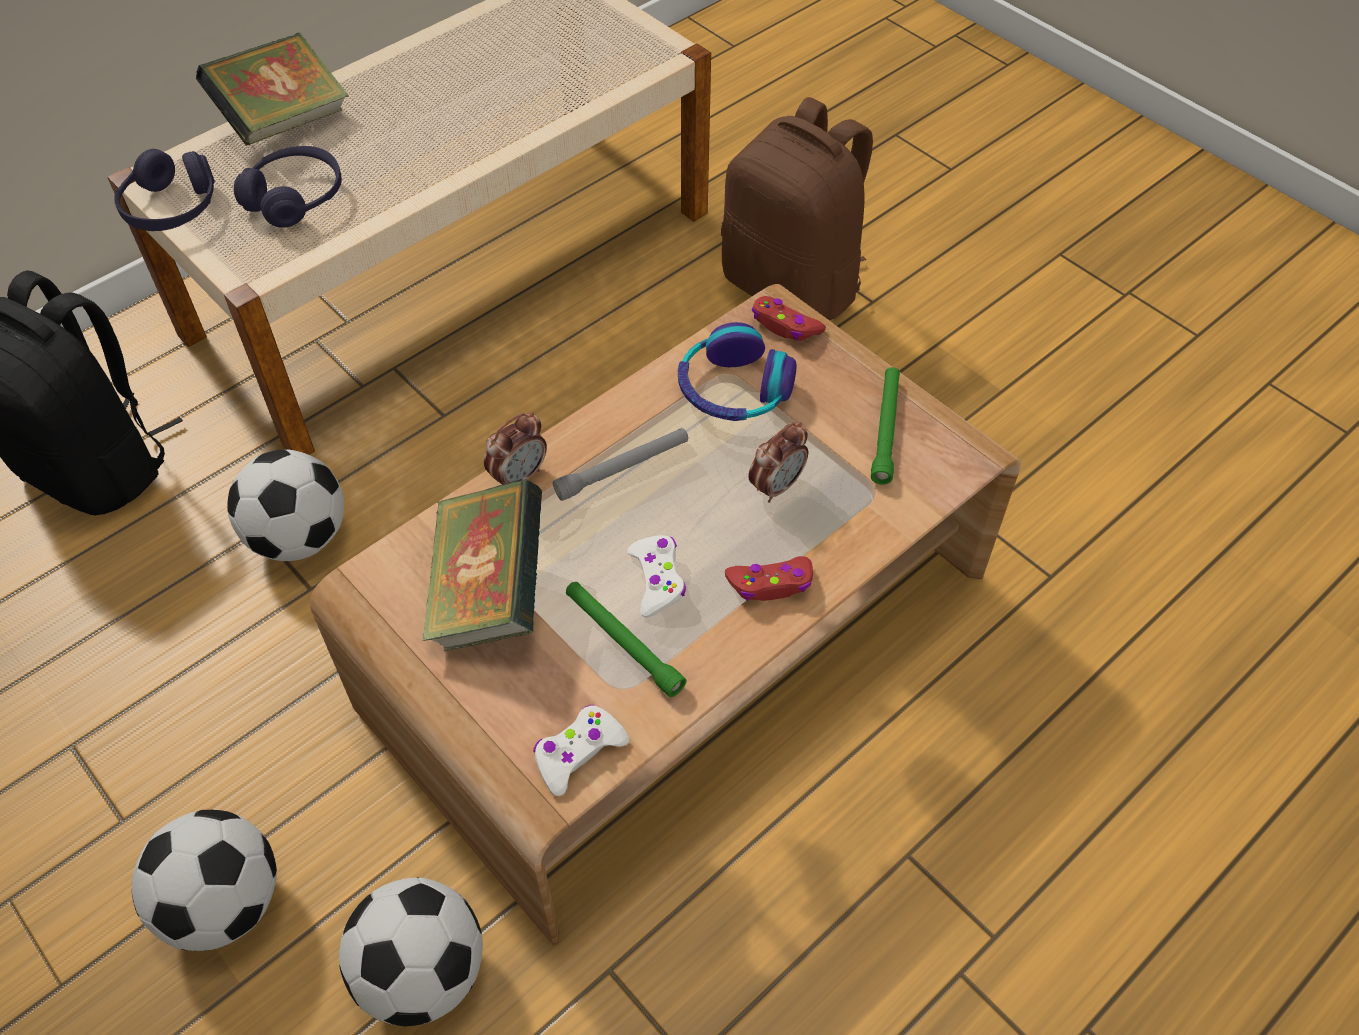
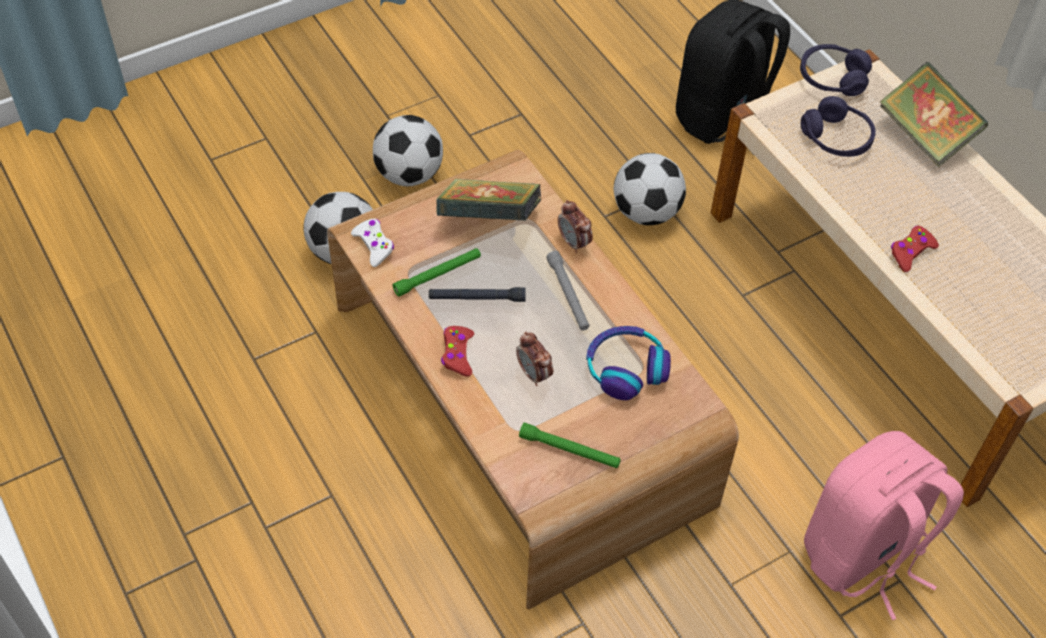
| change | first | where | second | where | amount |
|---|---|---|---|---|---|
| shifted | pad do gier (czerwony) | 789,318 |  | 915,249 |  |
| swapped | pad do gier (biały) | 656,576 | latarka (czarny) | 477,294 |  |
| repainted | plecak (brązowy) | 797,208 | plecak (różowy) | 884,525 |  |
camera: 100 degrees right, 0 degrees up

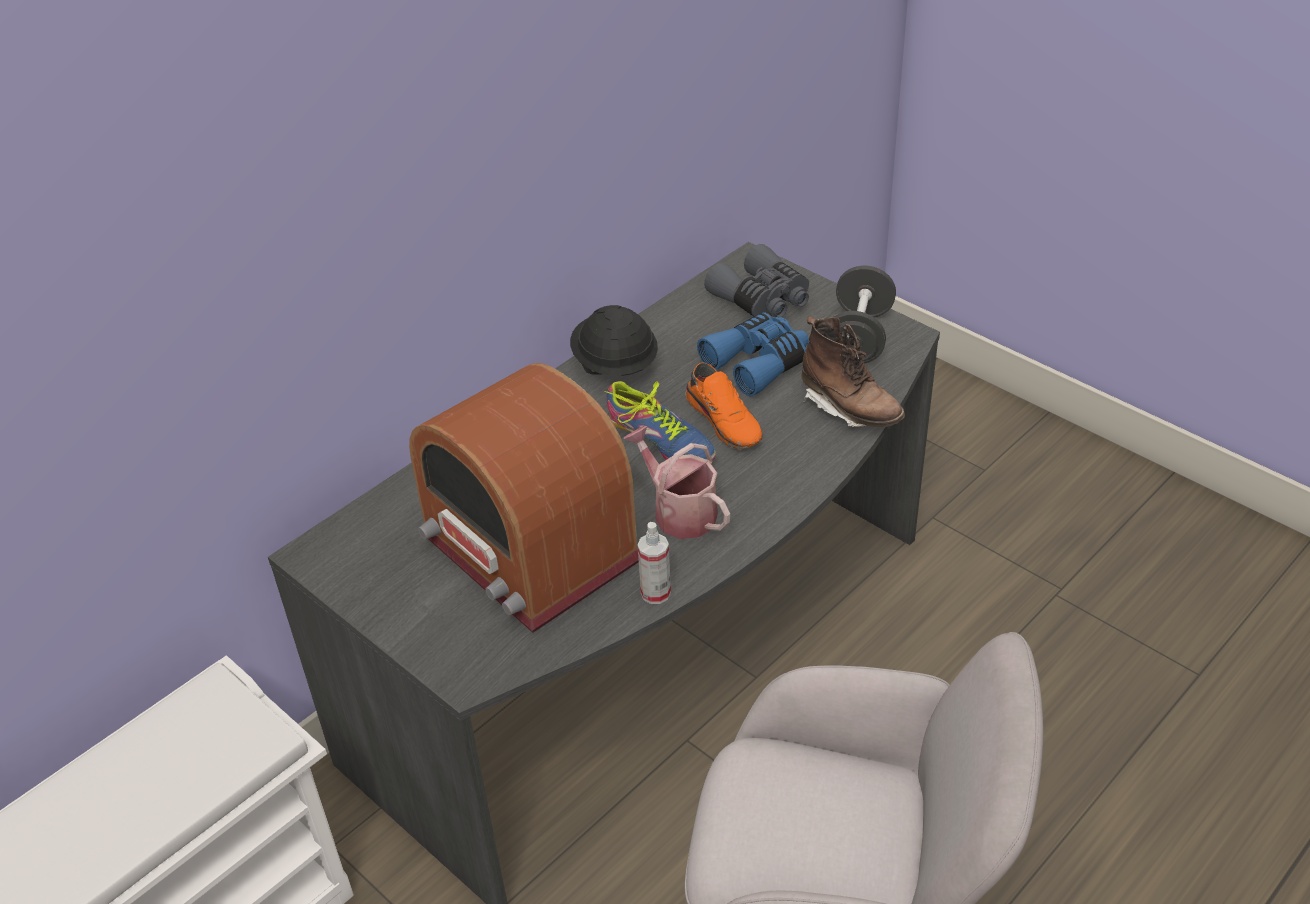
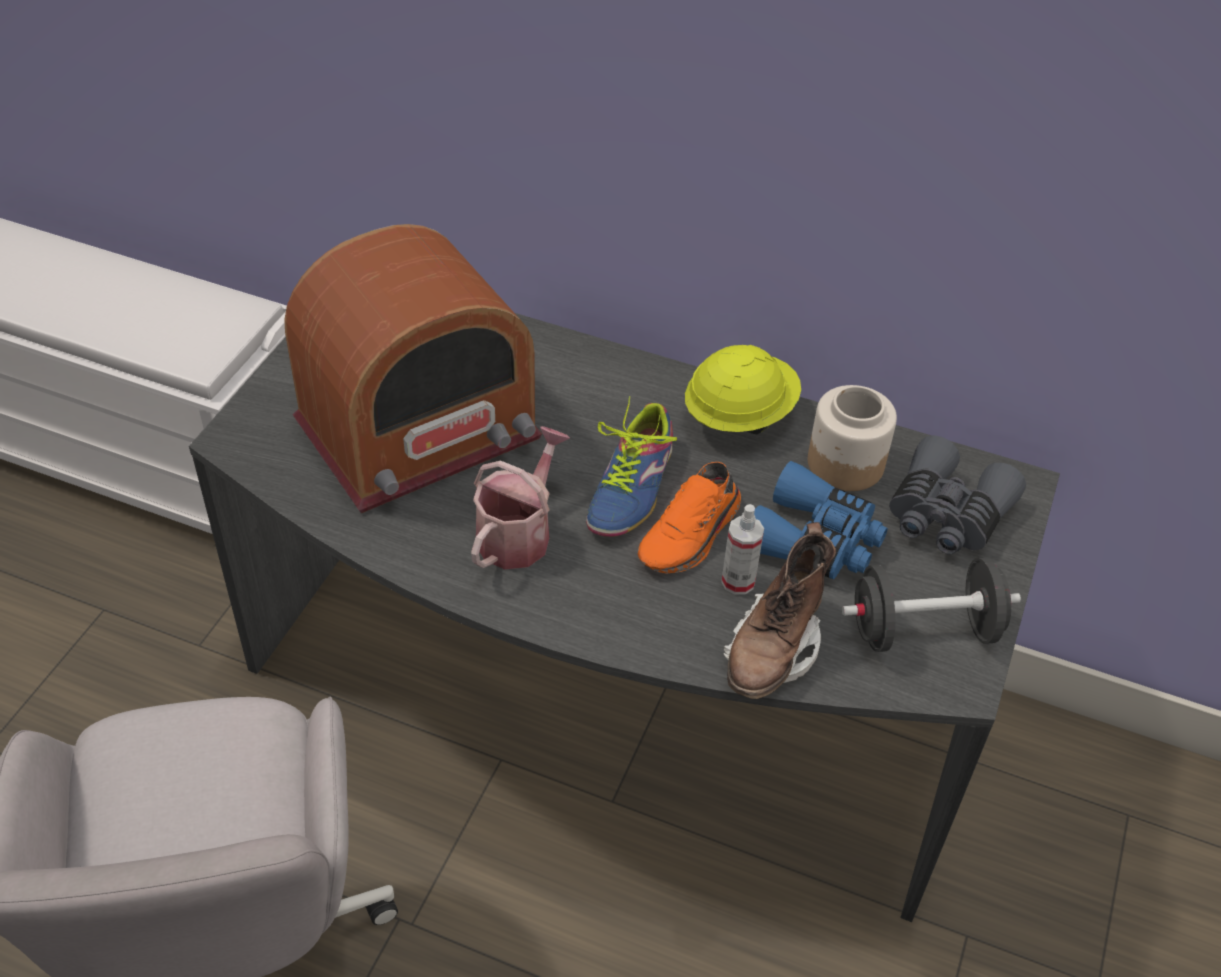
| change | first | where | second | where | amount |
|---|---|---|---|---|---|
| new |  |  | słoik | 852,438 |  |
| shifted | spryskiwacz | 654,563 |  | 742,549 |  |
| repainted | kask (czarny) | 614,340 | kask (żółty) | 743,389 |  |
| rotated | radio | 524,498 |  | 413,368 | 150 degrees counterclockwise |
camera: 65 degrees right, 5 degrees up

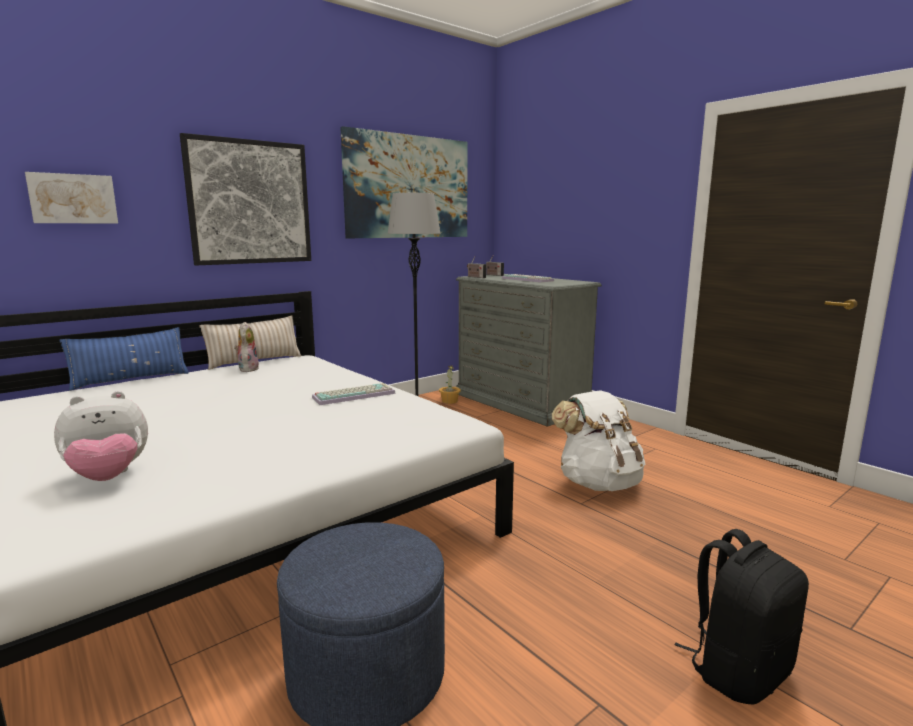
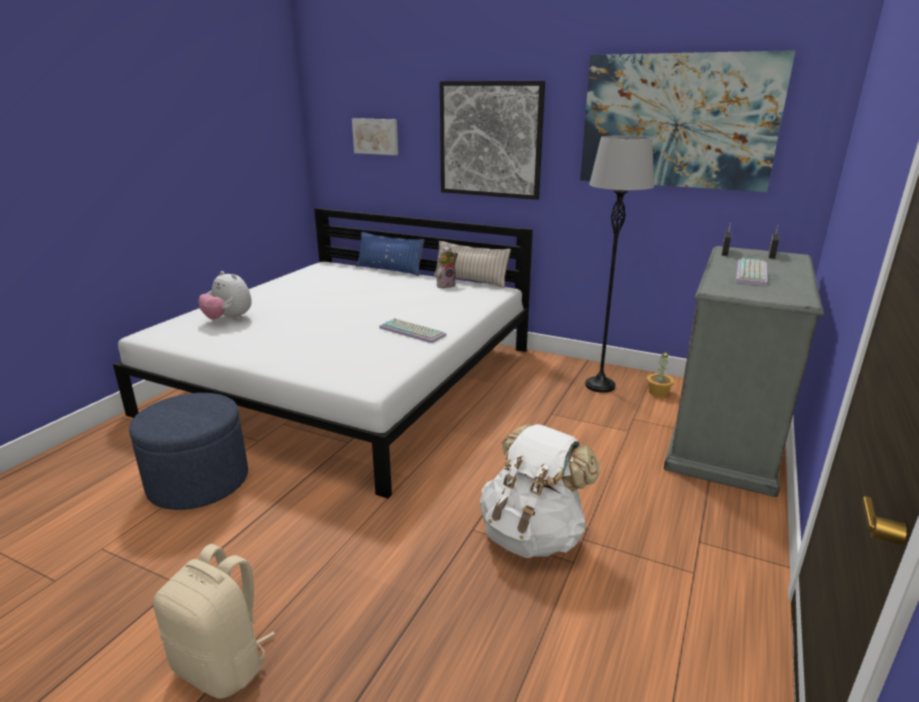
| change | first | where | second | where | amount |
|---|---|---|---|---|---|
| repainted | plecak (czarny) | 742,616 | plecak (beżowy) | 214,621 |  |
camera: 65 degrees right, 10 degrees up

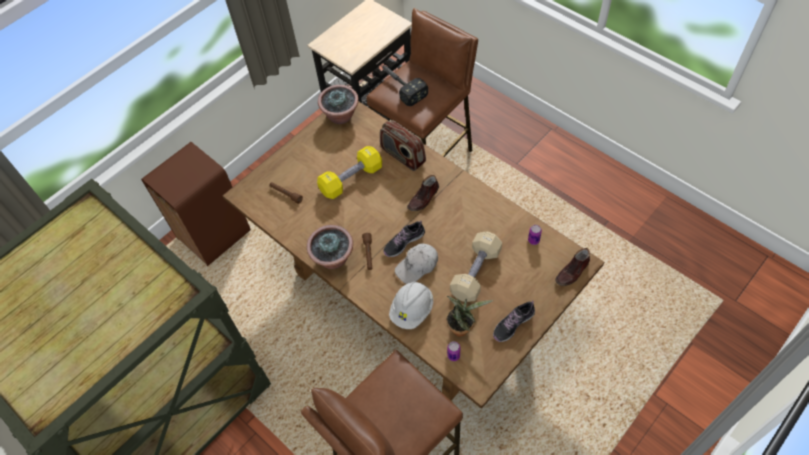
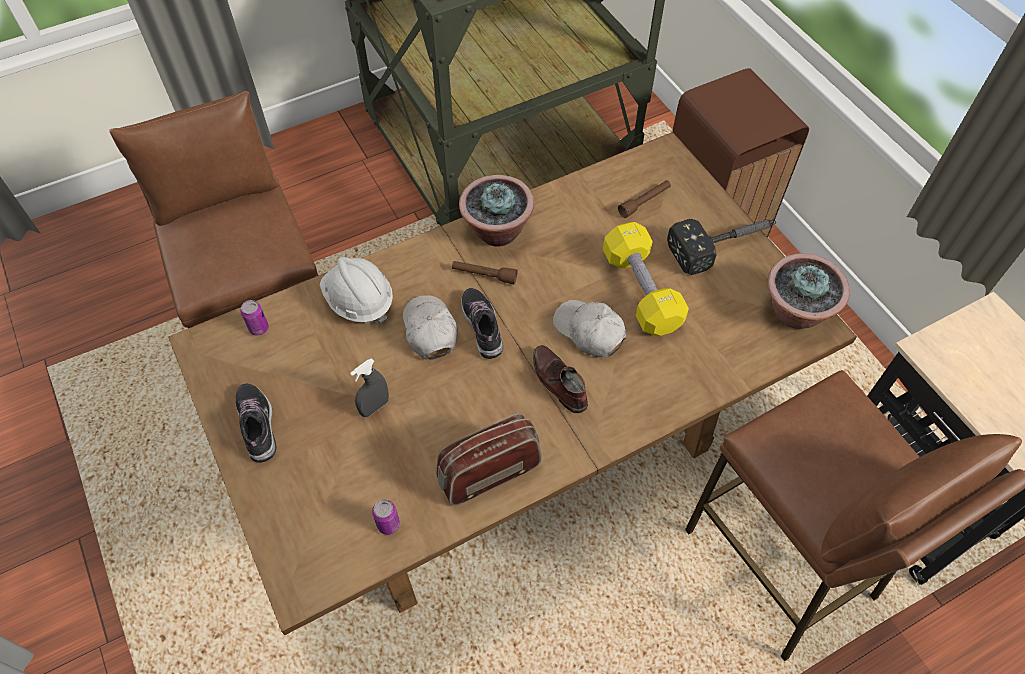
| change | first | where | second | where | amount |
|---|---|---|---|---|---|
| gone | roślina doniczkowa | 470,316 |  |  |  |
| gone | but (brązowy) | 572,267 |  |  |  |
| new |  |  | czapka z daszkiem (biały) | 589,329 |  |
| shifted | radio | 403,145 |  | 489,459 |  |
| shifted | młotek | 404,85 |  | 721,247 |  |
| swapped | hantel (beżowy) | 476,267 | spryskiwacz (szary) | 369,387 |  |
camera: 105 degrees right, 0 degrees up

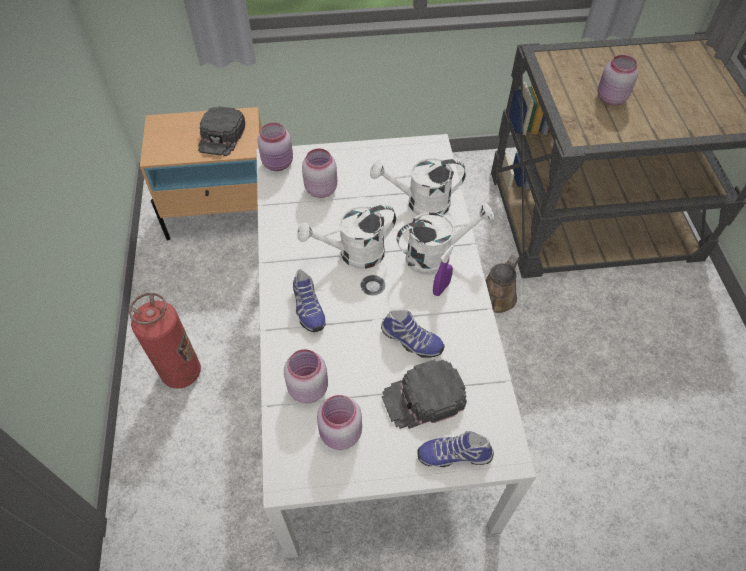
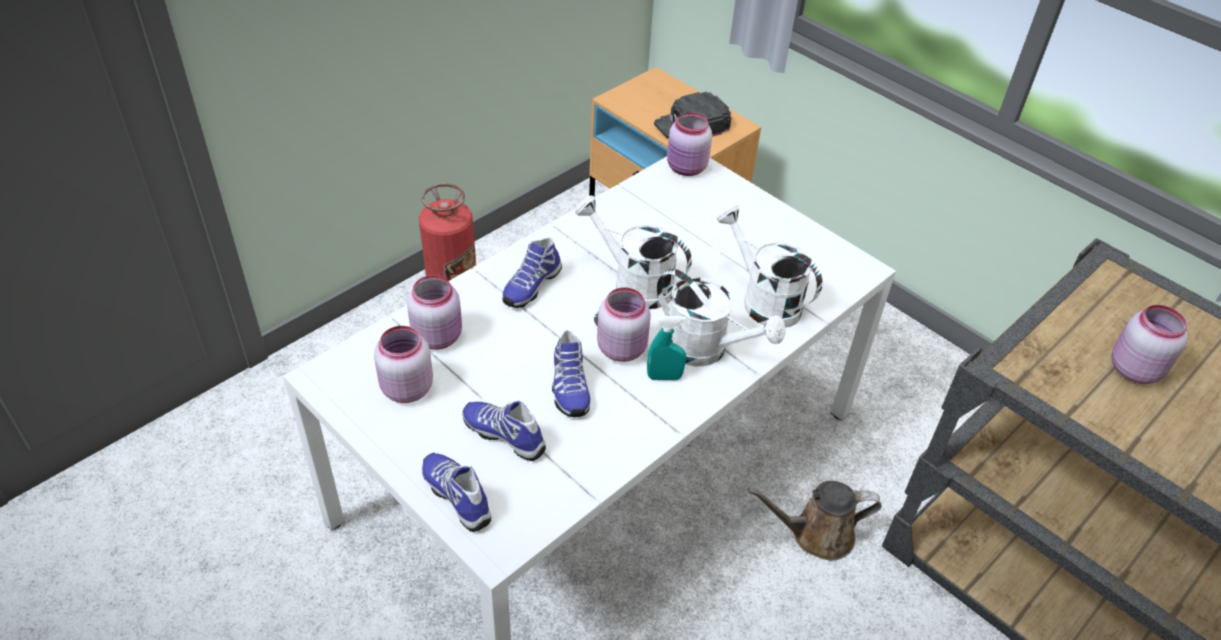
| change | first | where | second | where | amount |
|---|---|---|---|---|---|
| shifted | słoik (różowy) | 319,173 |  | 624,324 |  |
| swapped | czapka z daszkiem (czarny) | 424,394 | but | 504,430 |  |
| repainted | spryskiwacz (fioletowy) | 443,270 | spryskiwacz (turkusowy) | 667,348 |  |
camera: 50 degrees right, 10 degrees down

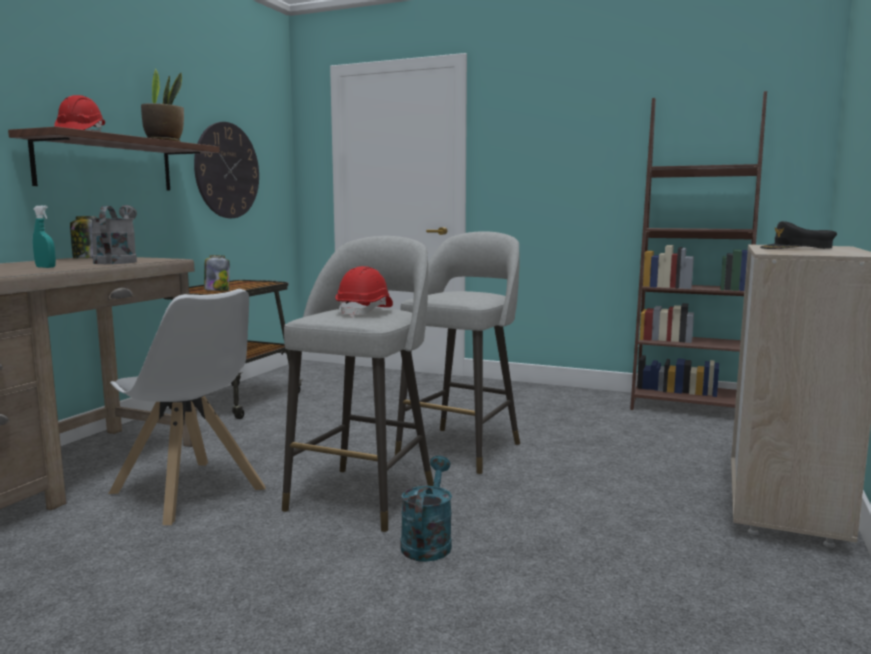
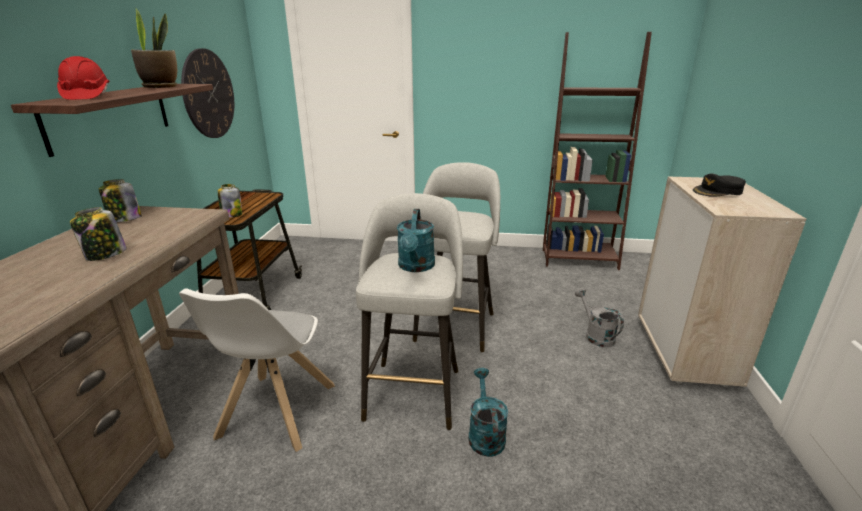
| change | first | where | second | where | amount |
|---|---|---|---|---|---|
| shifted | konewka (szary) | 114,234 |  | 599,317 |  |
| swapped | spryskiwacz (turkusowy) | 44,236 | słoik | 98,234 |  |
| swapped | kask (czerwony) | 364,291 | konewka (turkusowy) | 416,240 |  |
| rotated | krzesło | 186,407 |  | 257,370 | 75 degrees clockwise |
camera: 15 degrees left, 15 degrees up

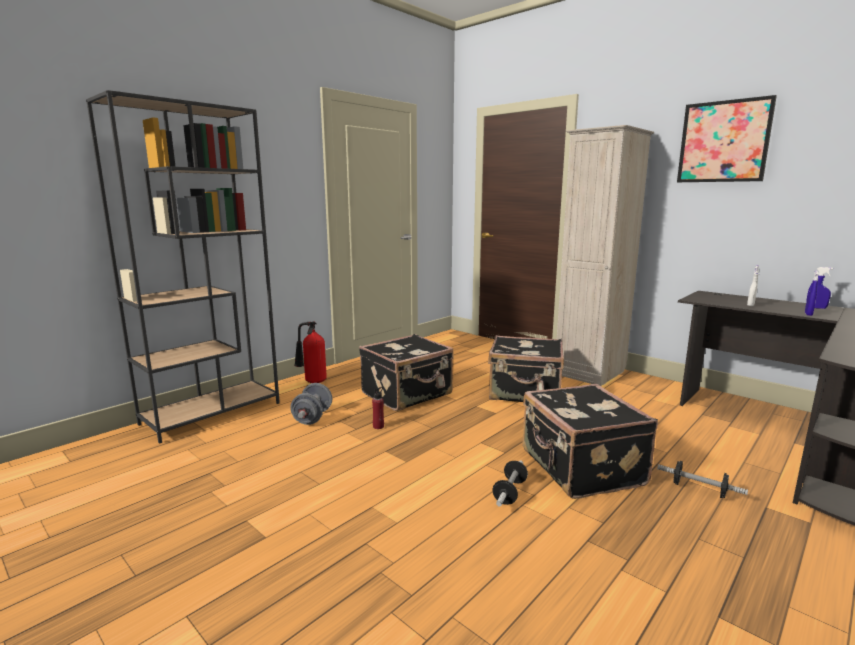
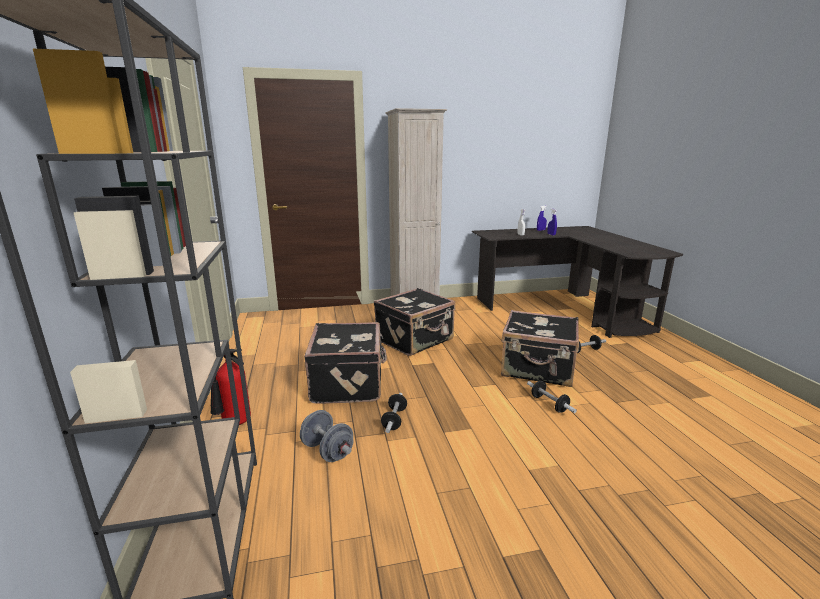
| change | first | where | second | where | amount |
|---|---|---|---|---|---|
| gone | obraz | 727,138 |  |  |  |
| swapped | butelka (czerwony) | 378,408 | hantel | 394,413 |  |
camera: 55 degrees left, 5 degrees up

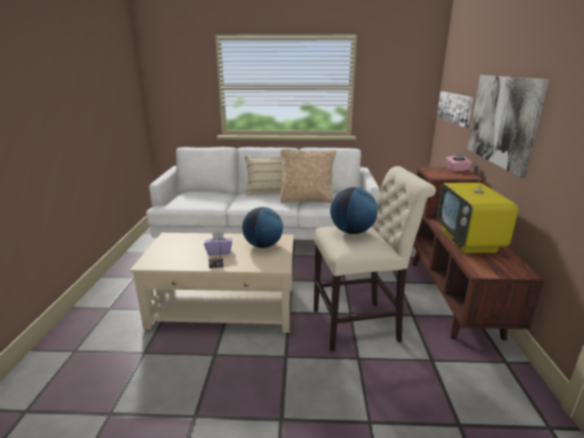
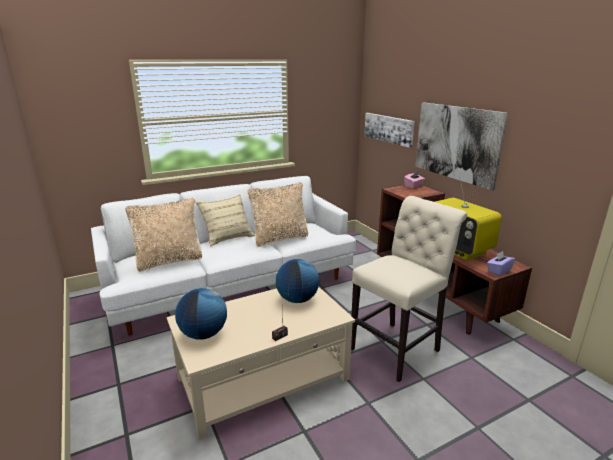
| change | first | where | second | where | amount |
|---|---|---|---|---|---|
| new |  |  | poduszka (beżowy) | 164,235 |  |
| shifted | pudełko chusteczek (fioletowy) | 218,243 |  | 501,263 |  |
| shifted | globus | 354,210 |  | 201,314 |  |
camera: 30 degrees left, 0 degrees up

